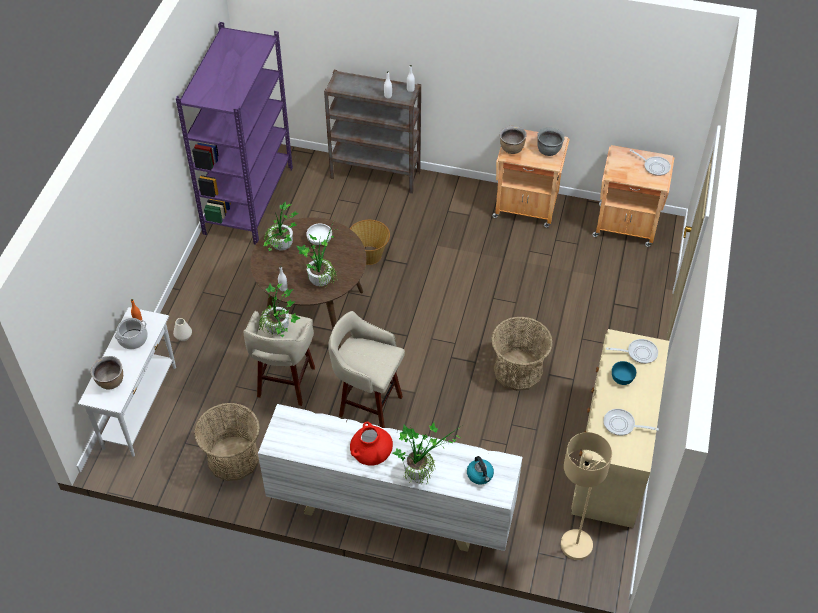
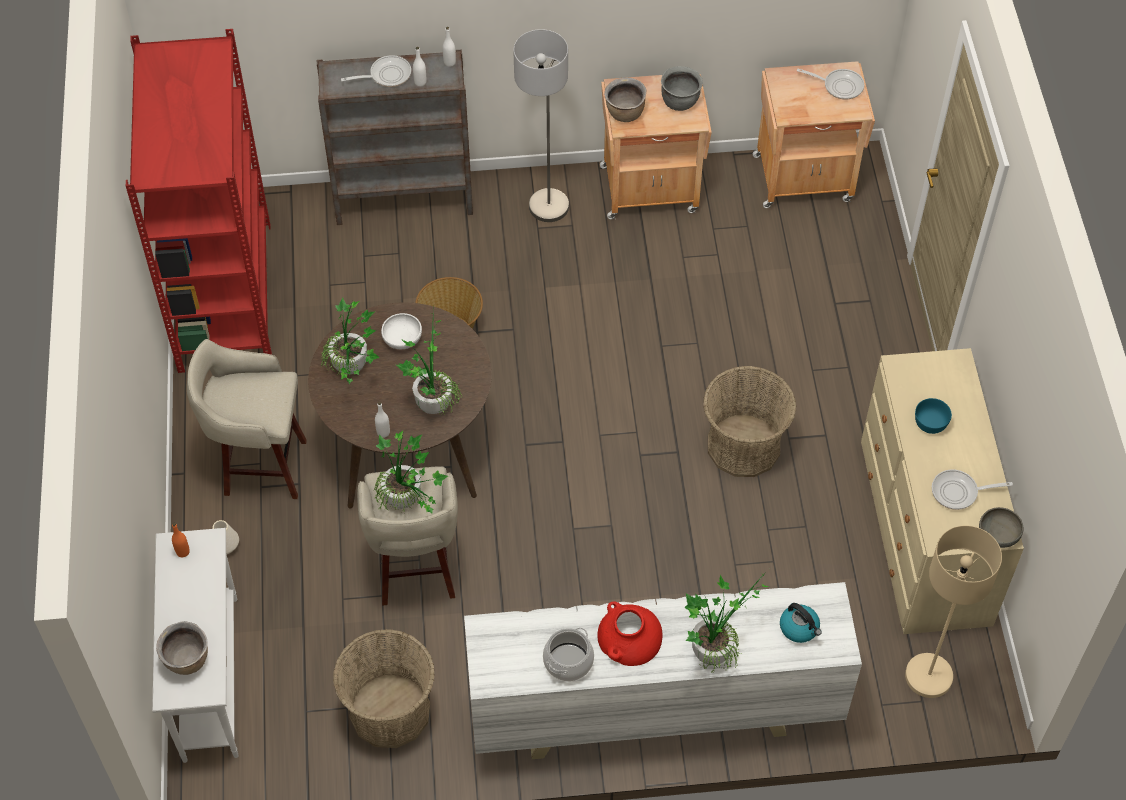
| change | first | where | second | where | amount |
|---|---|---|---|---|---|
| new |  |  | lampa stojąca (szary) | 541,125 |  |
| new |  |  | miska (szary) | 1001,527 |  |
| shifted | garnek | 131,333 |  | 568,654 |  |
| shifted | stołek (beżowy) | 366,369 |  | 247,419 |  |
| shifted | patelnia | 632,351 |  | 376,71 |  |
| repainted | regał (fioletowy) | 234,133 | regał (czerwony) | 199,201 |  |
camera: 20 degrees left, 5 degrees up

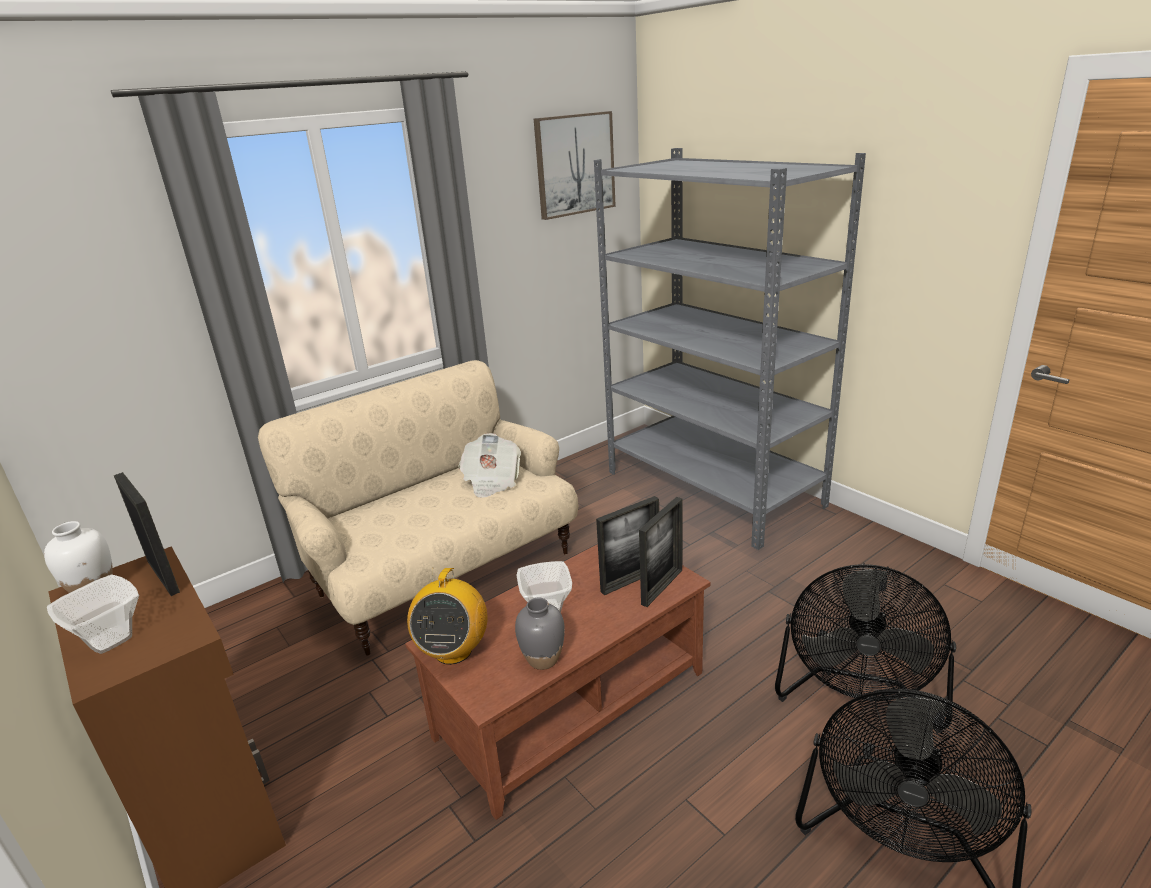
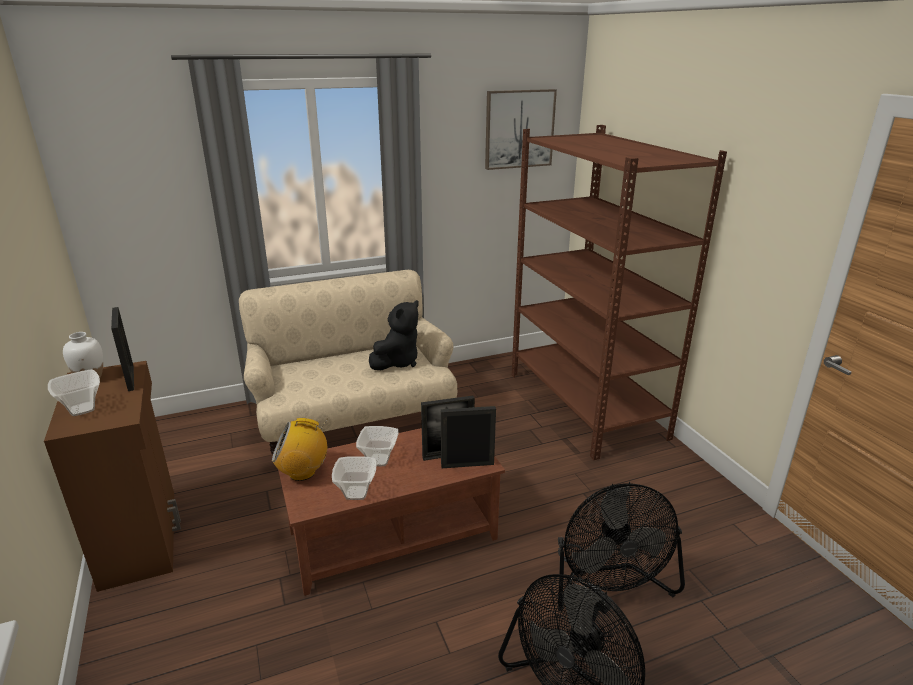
| change | first | where | second | where | amount |
|---|---|---|---|---|---|
| swapped | gazeta | 489,465 | pluszak (czarny) | 394,335 |  |
| swapped | wazon (szary) | 540,634 | miska | 354,478 |  |
| repainted | regał (szary) | 730,349 | regał (brązowy) | 619,292 |  |
| rotated | radio | 447,616 |  | 300,449 | 60 degrees clockwise |
| rotated | ramka na zdjęcie | 661,552 |  | 468,437 | 150 degrees counterclockwise |
| rotated | wentylator (czarny) | 865,648 |  | 621,546 | 45 degrees counterclockwise |
camera: 15 degrees right, 0 degrees up

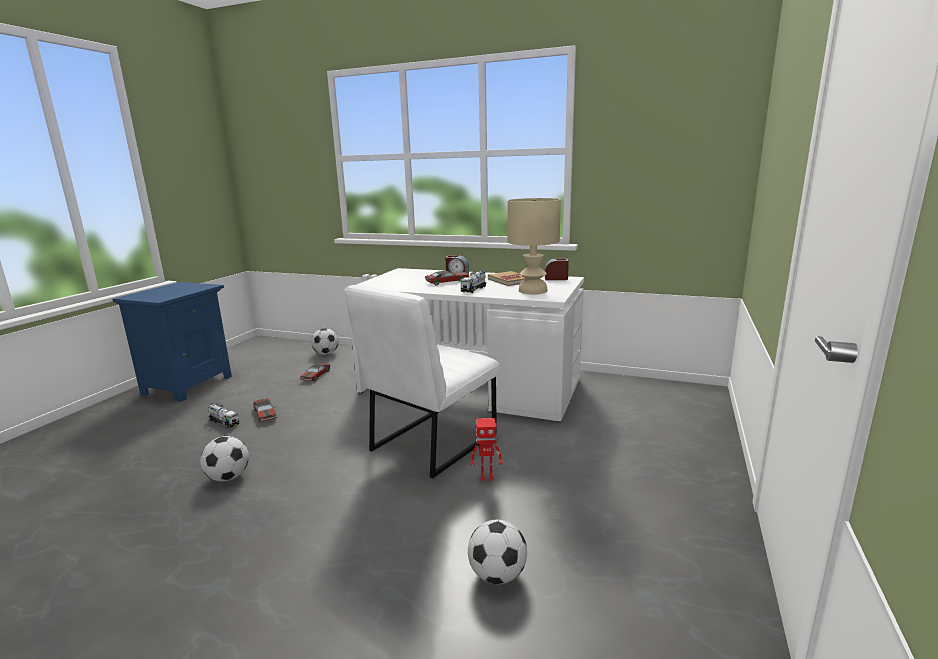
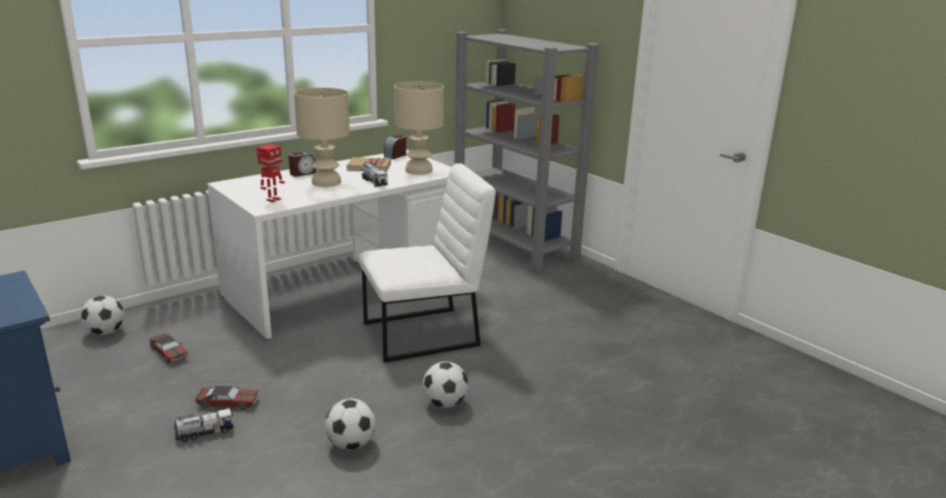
| change | first | where | second | where | amount |
|---|---|---|---|---|---|
| new |  |  | regał (szary) | 526,150 |  |
| shifted | piłka futbolowa | 497,552 |  | 445,385 |  |
| shifted | robot zabawkowy | 487,449 |  | 270,173 |  |
| swapped | samochodzik | 447,278 | lampa stołowa (beżowy) | 322,137 |  |
| rotated | krzesło (biały) | 422,382 |  | 427,263 | 90 degrees counterclockwise |
camera: 60 degrees left, 5 degrees up

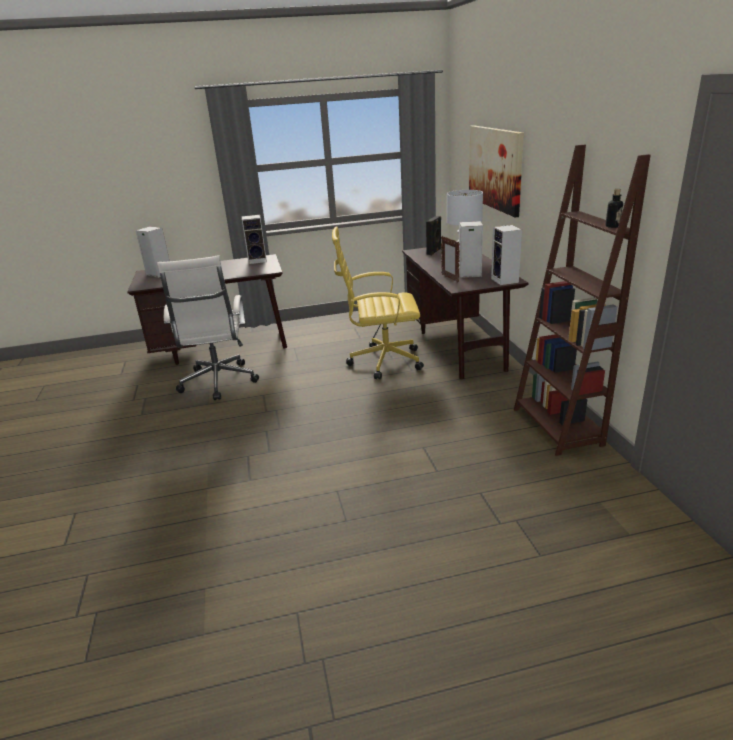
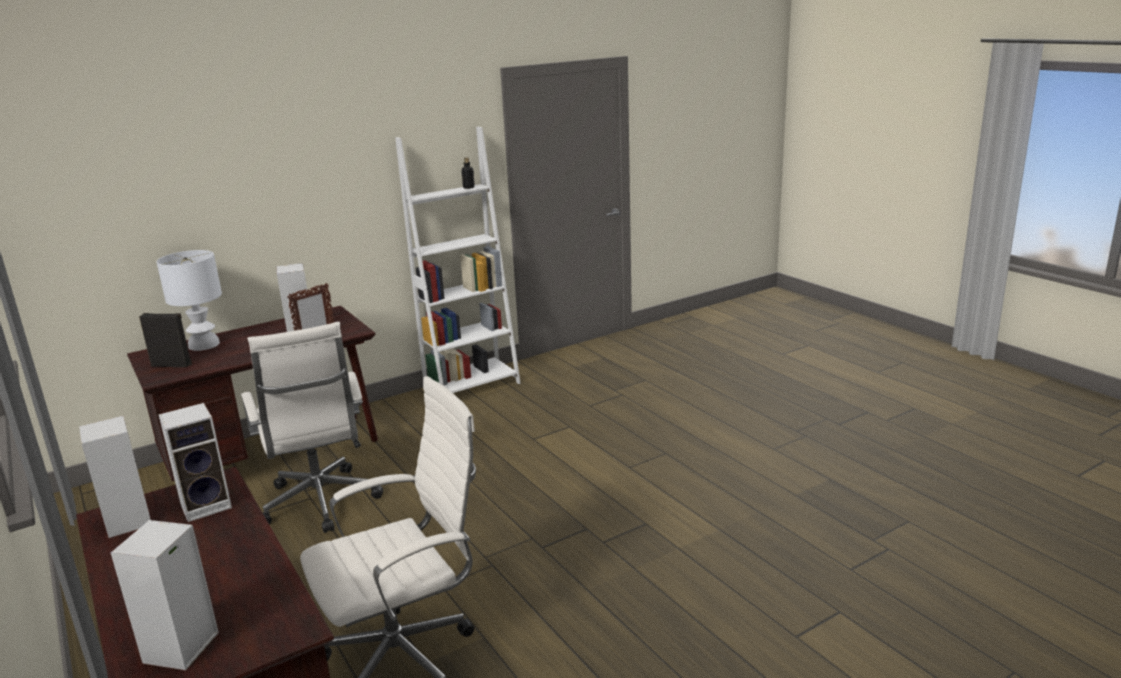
| change | first | where | second | where | amount |
|---|---|---|---|---|---|
| gone | obraz | 496,171 |  |  |  |
| shifted | głośnik | 506,255 |  | 195,462 |  |
| repainted | krzesło biurowe (żółty) | 378,302 | krzesło biurowe (biały) | 312,427 |  |
| repainted | regał (brązowy) | 582,300 | regał (biały) | 458,260 |  |
camera: 110 degrees left, 5 degrees down

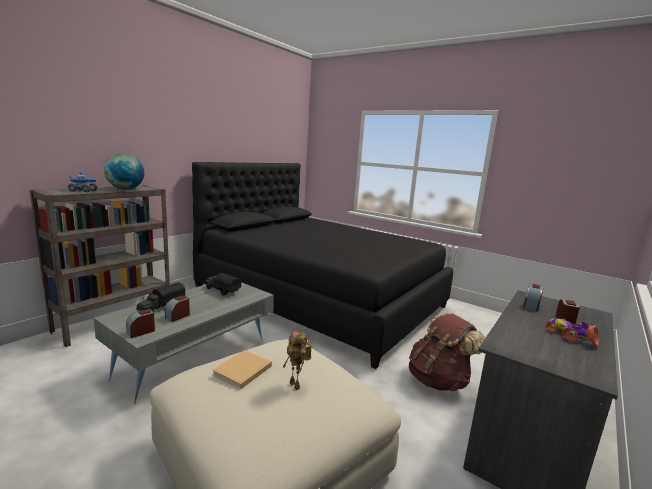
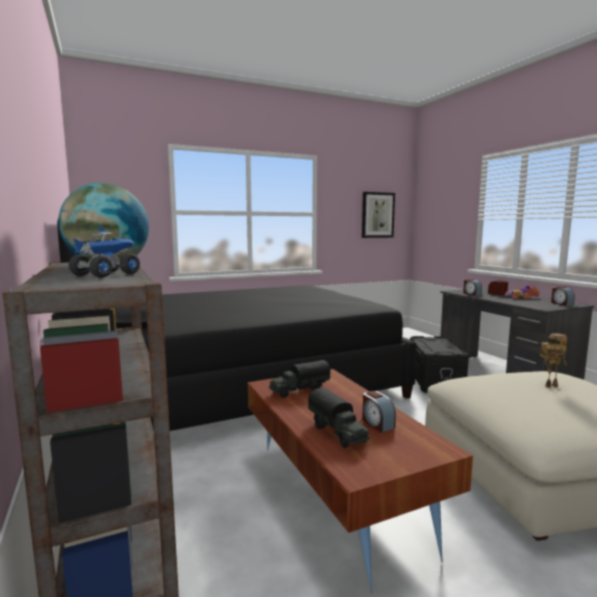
| change | first | where | second | where | amount |
|---|---|---|---|---|---|
| gone | książka (beżowy) | 242,369 |  |  |  |
| new |  |  | obraz | 378,215 |  |
| shifted | budzik | 140,323 |  | 563,296 |  |
| swapped | plecak (brązowy) | 447,352 | pojemnik do przechowywania (czarny) | 439,364 |  |
| repainted | ława (szary) | 184,343 | ława (brązowy) | 360,481 |  |
camera: 60 degrees left, 5 degrees down

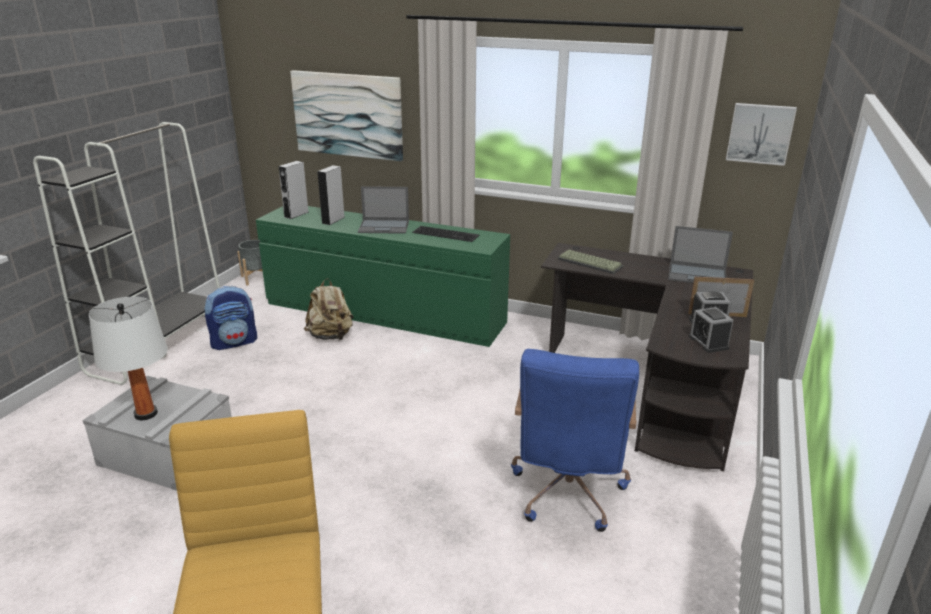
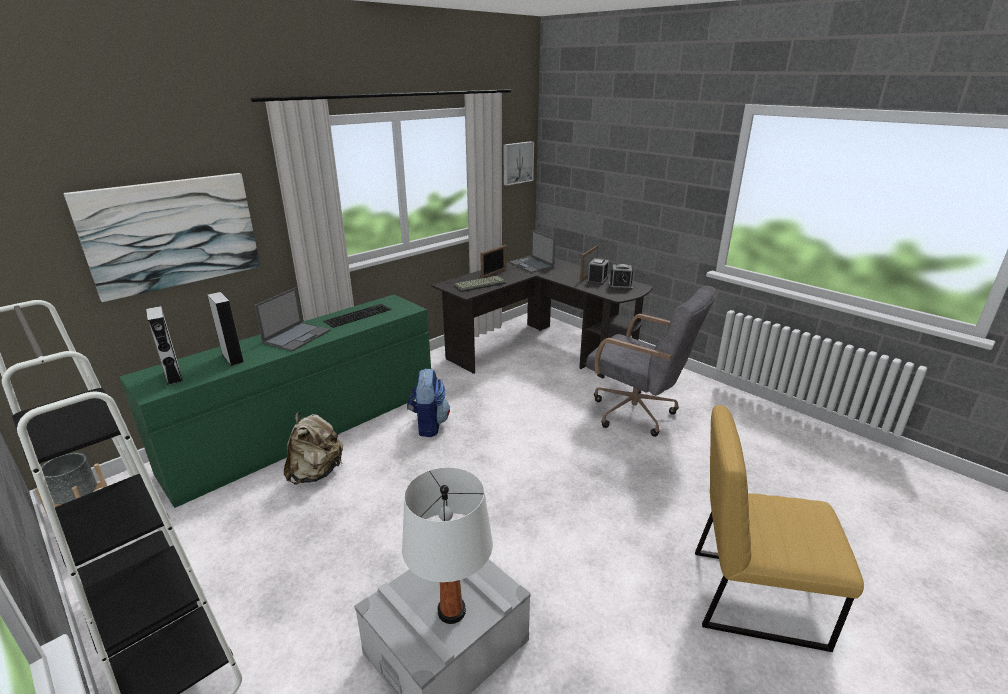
| change | first | where | second | where | amount |
|---|---|---|---|---|---|
| new |  |  | ramka na zdjęcie | 493,262 |  |
| shifted | plecak | 230,318 |  | 428,403 |  |
| repainted | krzesło biurowe (niebieski) | 575,440 | krzesło biurowe (szary) | 651,361 |  |
| rotated | laptop | 700,254 |  | 532,251 | 105 degrees clockwise |
camera: 65 degrees left, 0 degrees up

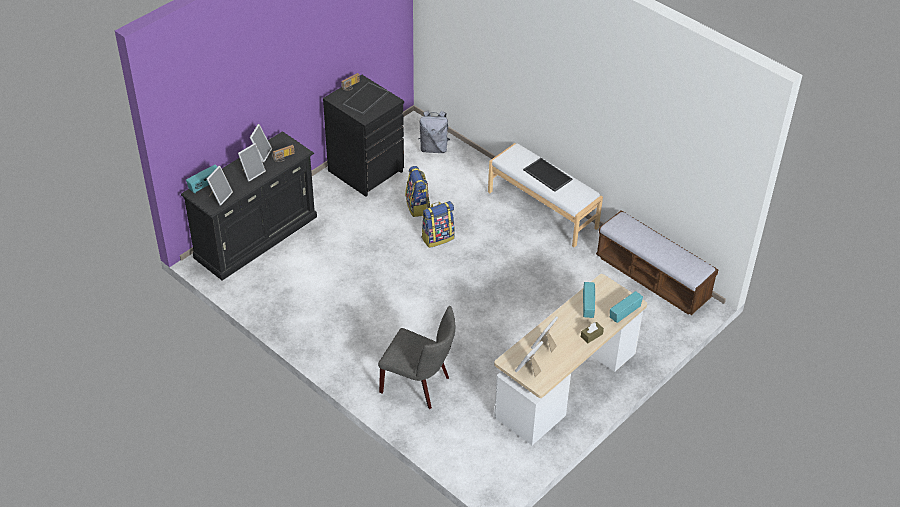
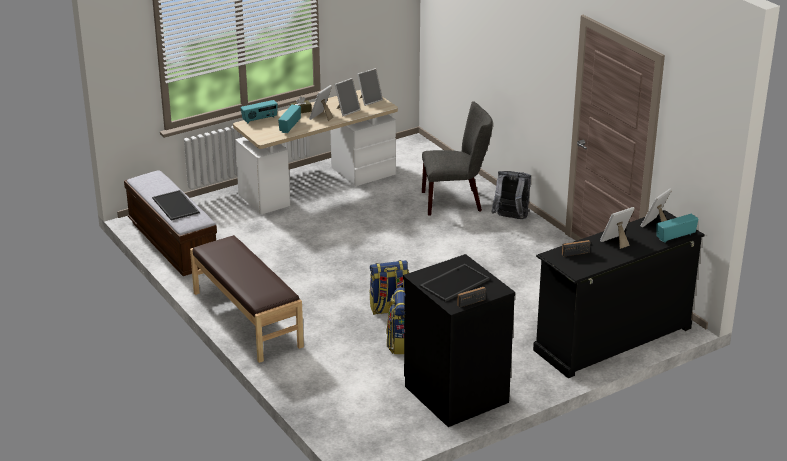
| change | first | where | second | where | amount |
|---|---|---|---|---|---|
| shifted | ramka na zdjęcie | 261,143 |  | 321,103 |  |
| shifted | plecak (szary) | 434,132 |  | 511,195 |  |
| shifted | taca | 548,175 |  | 176,205 |  |
| repainted | ławka (biały) | 545,195 | ławka (brązowy) | 247,299 |  |
| rotated | krzesło (szary) | 416,357 |  | 457,158 | 135 degrees clockwise |
camera: 165 degrees left, 15 degrees down

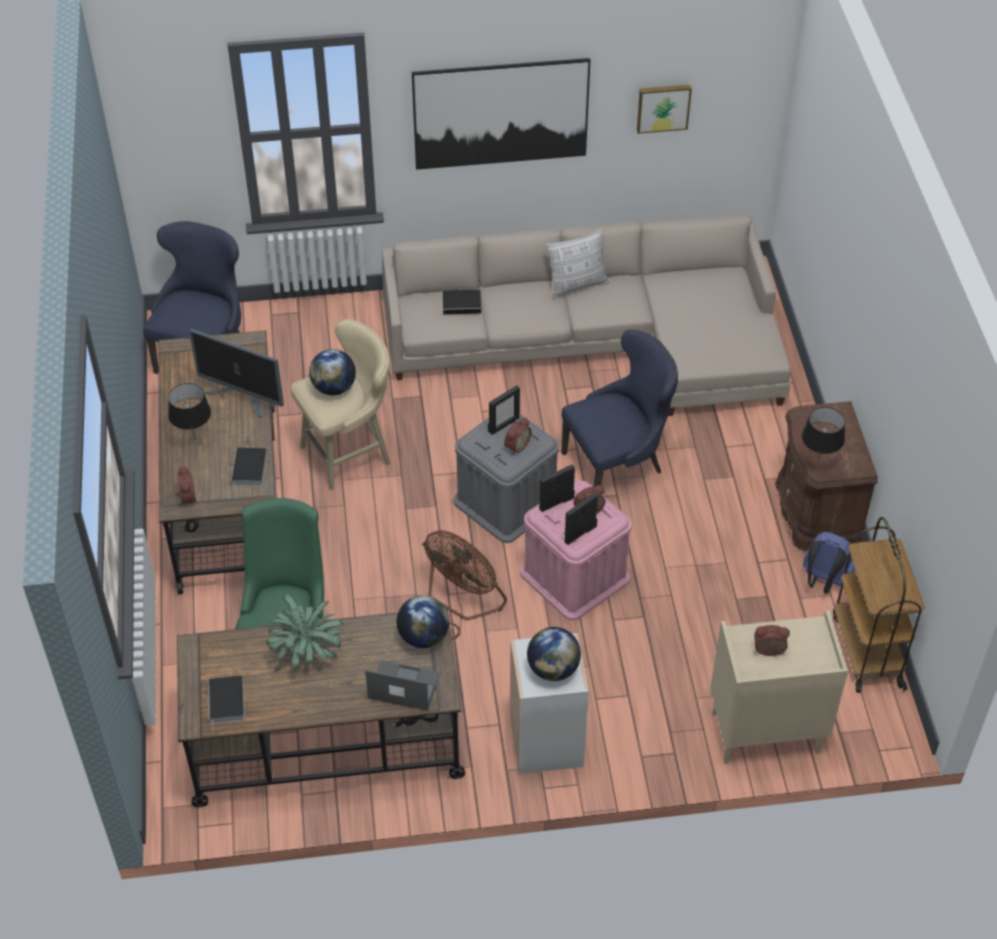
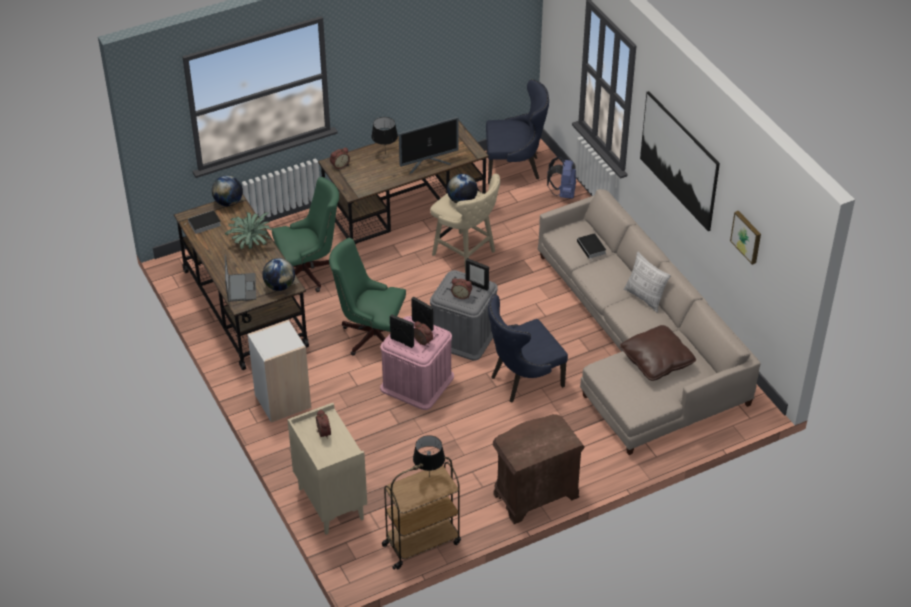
| change | first | where | second | where | amount |
|---|---|---|---|---|---|
| gone | książka | 249,470 |  |  |  |
| new |  |  | poduszka (brązowy) | 658,353 |  |
| shifted | globus | 554,654 |  | 227,190 |  |
| shifted | lampa stołowa (czarny) | 823,434 |  | 429,456 |  |
| shifted | plecak (niebieski) | 829,563 |  | 561,178 |  |
| swapped | wentylator (brązowy) | 464,585 | krzesło biurowe (zielony) | 367,297 |  |
| rotated | monitor | 236,373 |  | 429,145 | 120 degrees counterclockwise |
| rotated | krzesło (niebieski) | 619,408 |  | 528,348 | 105 degrees clockwise |
camera: 70 degrees right, 5 degrees down

